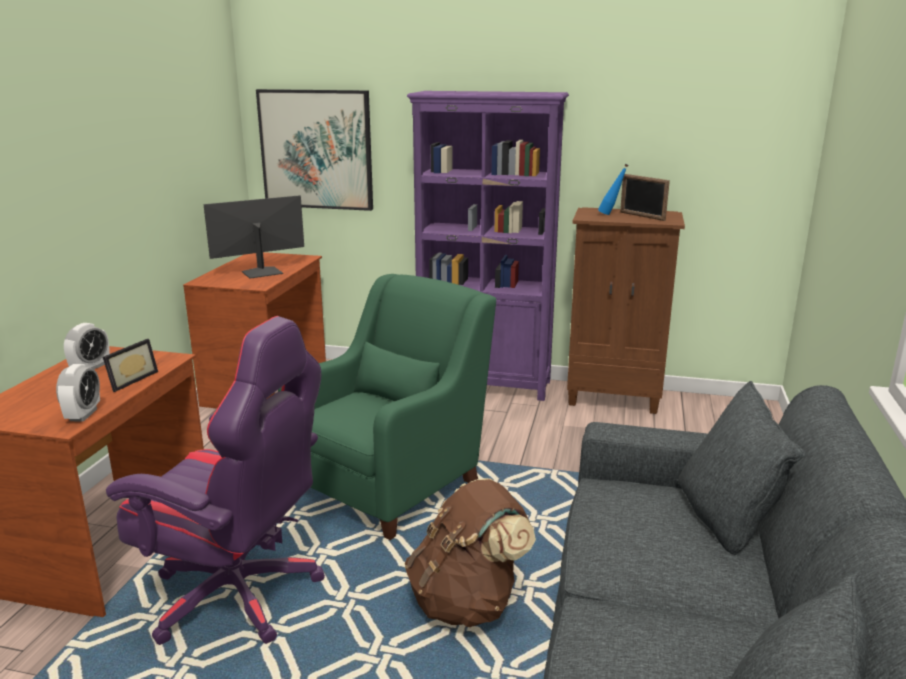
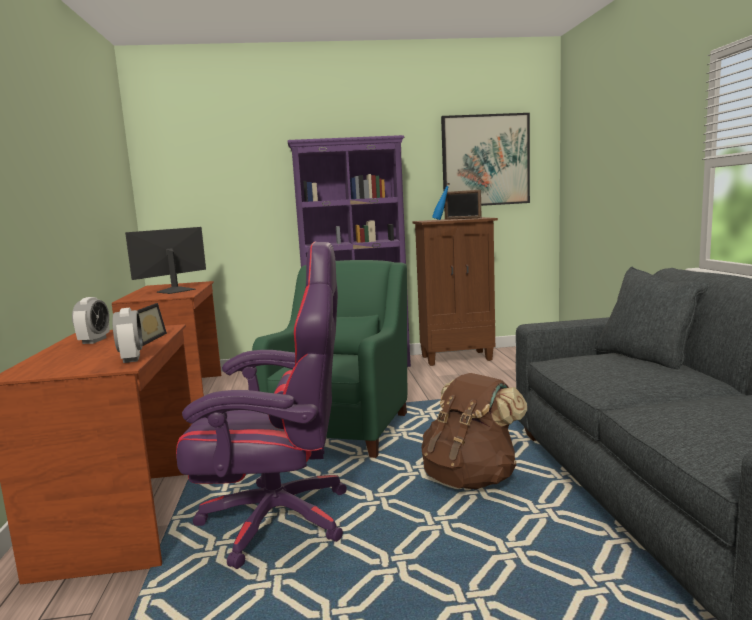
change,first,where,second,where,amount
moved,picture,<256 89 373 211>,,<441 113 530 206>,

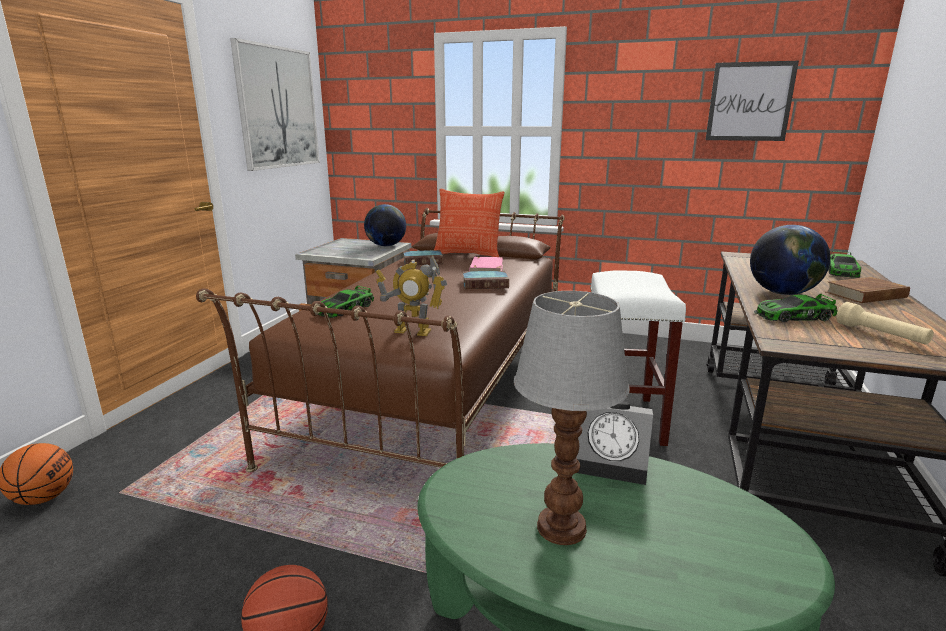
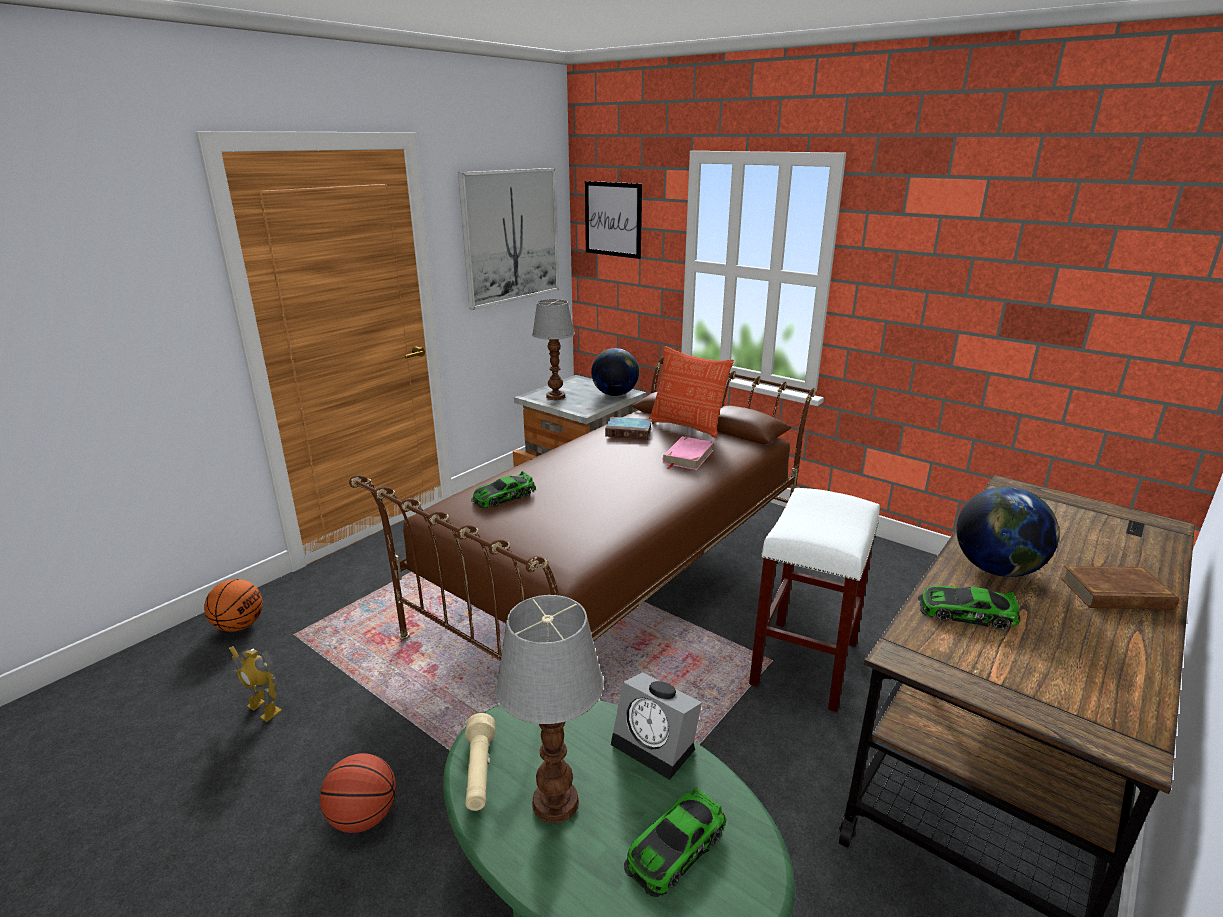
change,first,where,second,where,amount
moved,picture,<706 61 799 141>,,<585 181 642 259>,
moved,toy car,<828 251 861 278>,,<624 788 726 897>,
moved,toy robot,<376 256 447 336>,,<229 646 282 722>,
removed,book,<463 271 509 289>,,,
moved,flashlight in beige,<836 302 934 345>,,<465 713 495 811>,
added,,,table lamp,<532 299 575 400>,

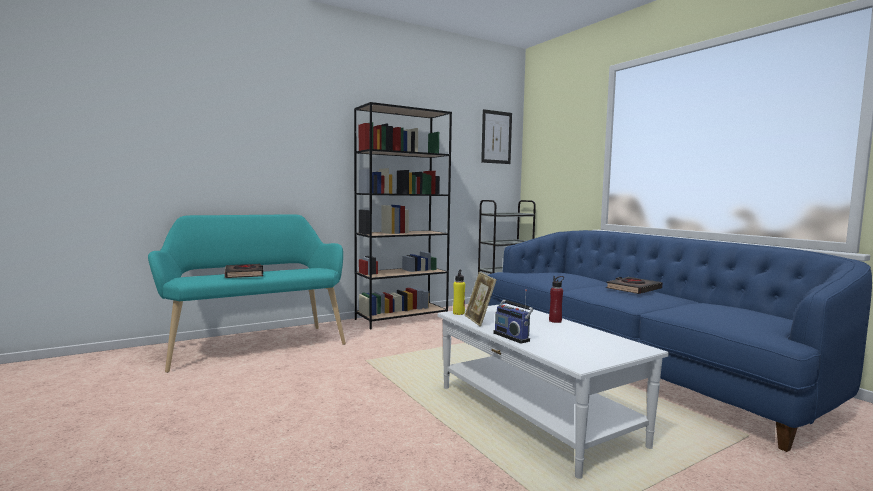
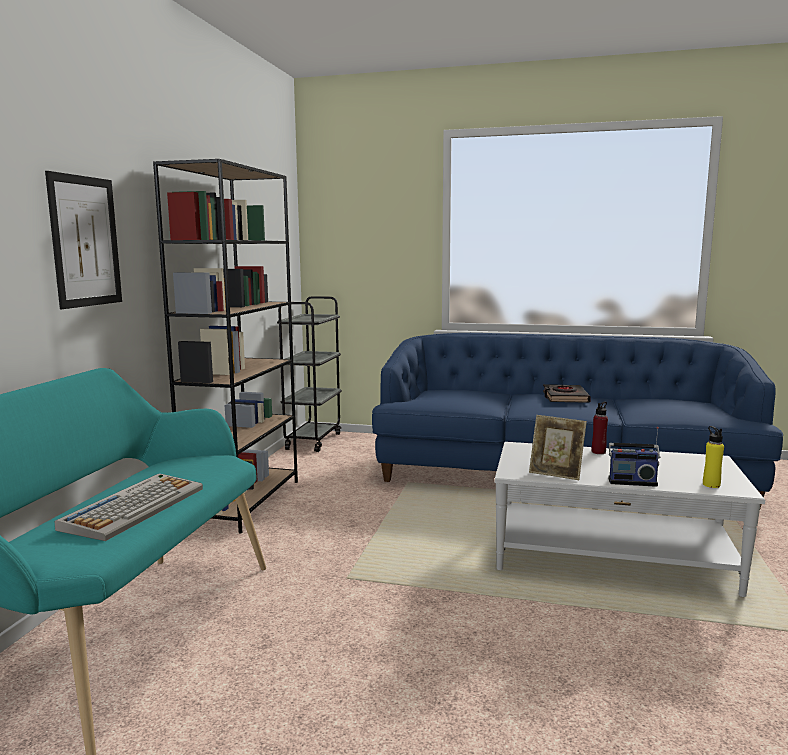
change,first,where,second,where,amount
moved,picture,<481 109 512 164>,,<45 171 122 309>,
replaced,book in black,<225 264 263 278>,keyboard,<55 473 203 541>,
moved,bottle in yellow,<453 270 465 315>,,<703 426 724 488>,

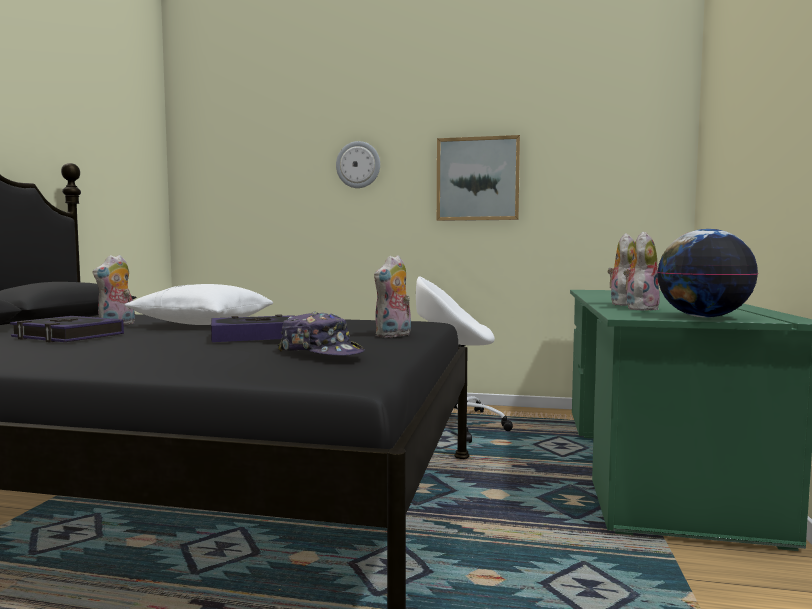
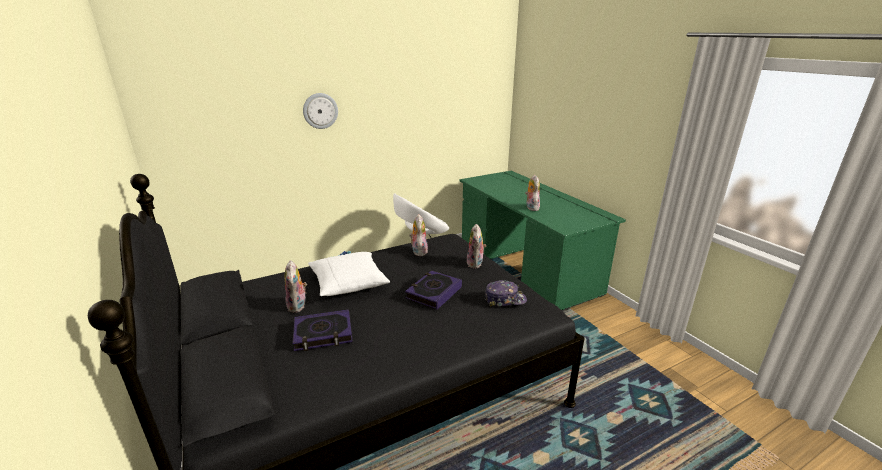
change,first,where,second,where,amount
removed,picture,<437 135 520 221>,,,
removed,globe,<657 229 758 318>,,,
moved,plush toy,<623 231 660 311>,,<409 214 428 256>,

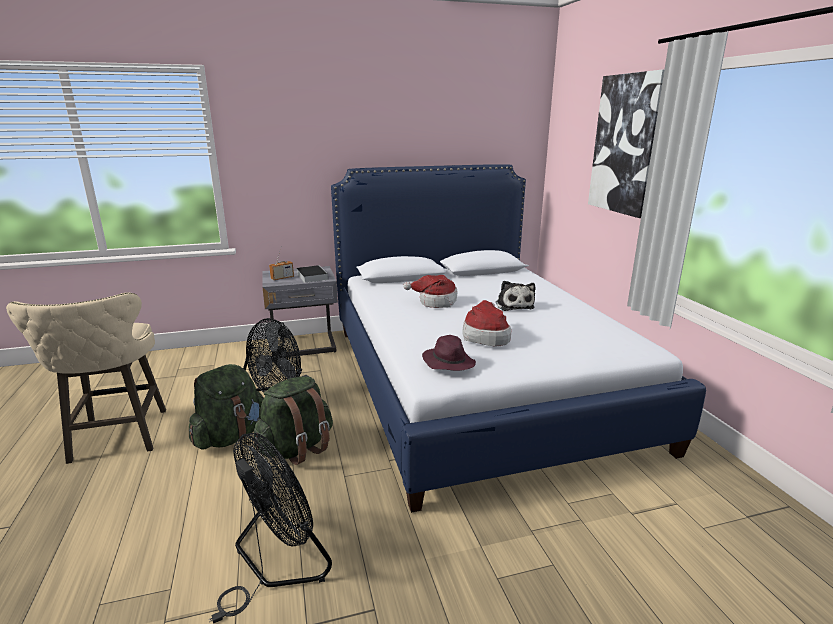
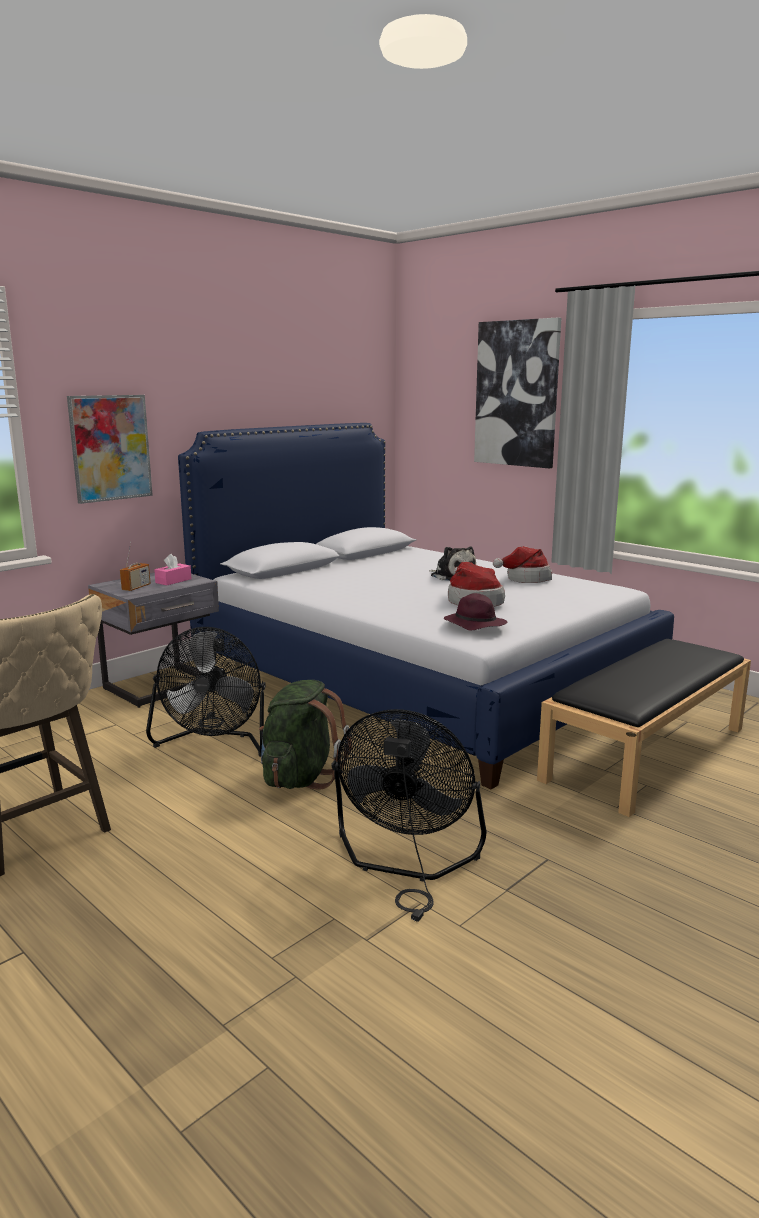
change,first,where,second,where,amount
replaced,book,<296 265 328 283>,tissue box in pink,<154 554 192 585>,
moved,hat,<403 275 457 308>,,<493 546 552 583>,
removed,backpack in green,<189 364 264 450>,,,
added,,,picture,<67 395 153 504>,
added,,,bench in black,<537 639 751 817>,

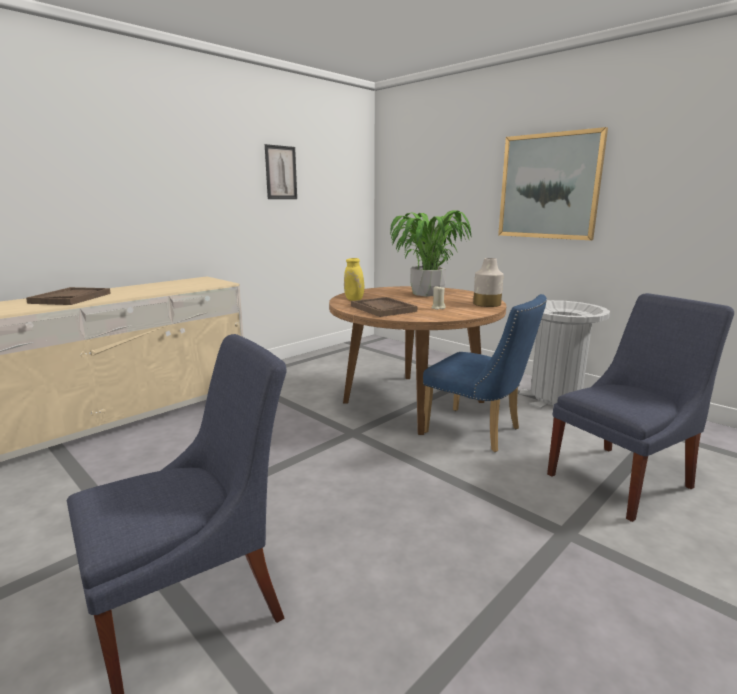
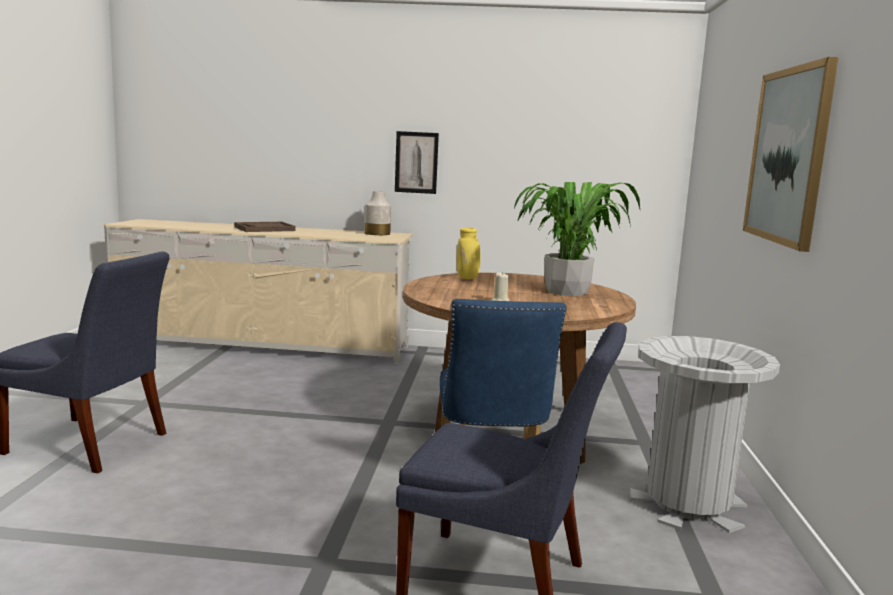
change,first,where,second,where,amount
moved,picture,<265 144 297 199>,,<395 131 439 194>,
moved,vase in beige,<473 258 504 307>,,<365 191 391 235>,
removed,tray in brown,<351 297 417 317>,,,

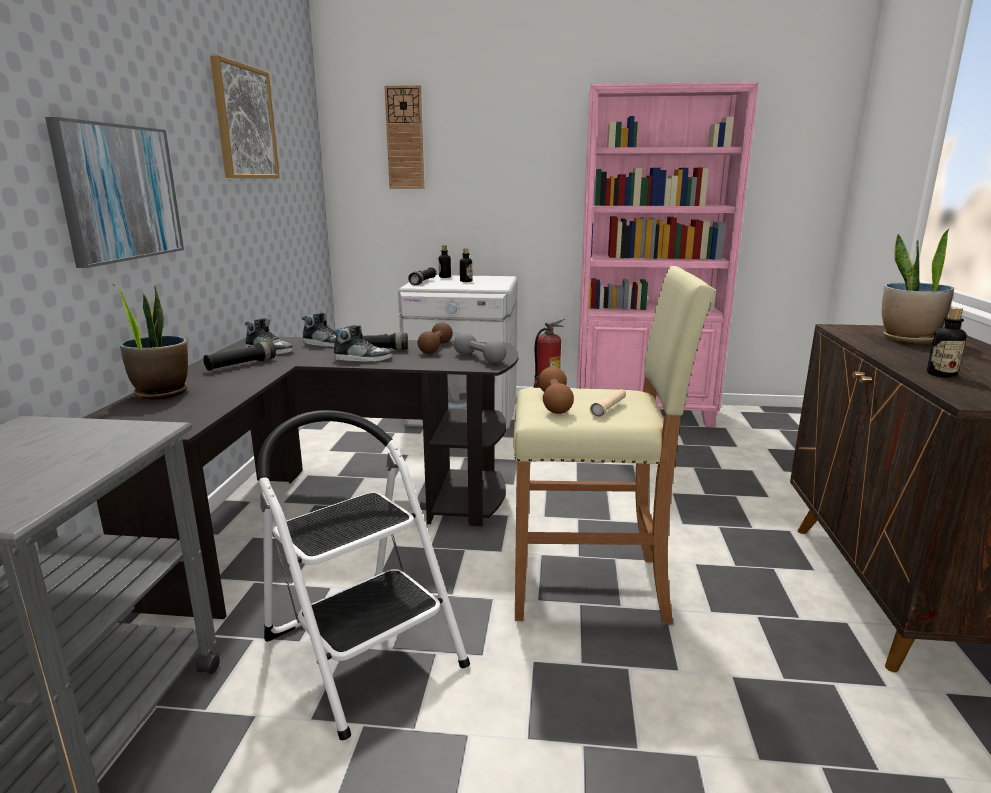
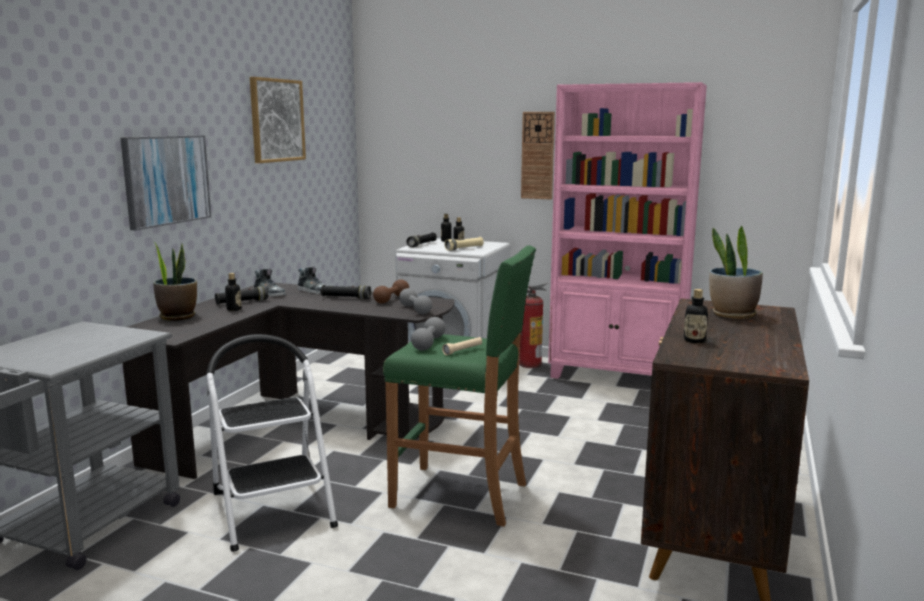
change,first,where,second,where,amount
moved,wall clock,<384 85 424 189>,,<521 112 555 200>,
recoloured,stool in beige,<513 266 715 625>,stool in green,<383 245 536 527>,
removed,shoe,<332 325 392 362>,,,
recoloured,dumbbell in brown,<538 367 574 414>,dumbbell in grey,<411 317 445 350>,
added,,,flashlight in beige,<445 237 484 251>,
added,,,bottle,<225 273 241 311>,

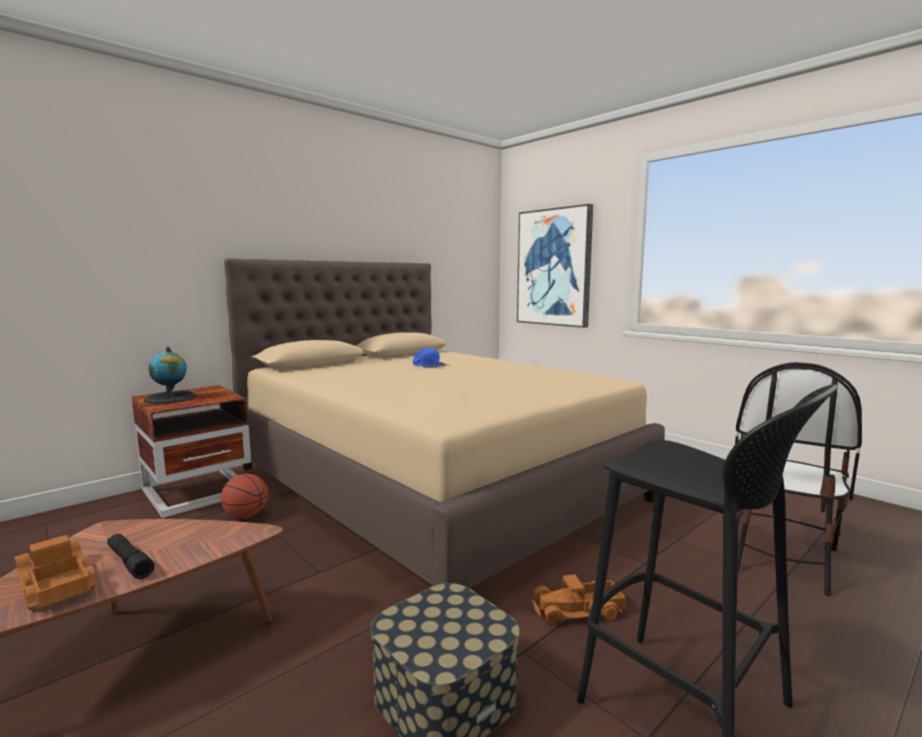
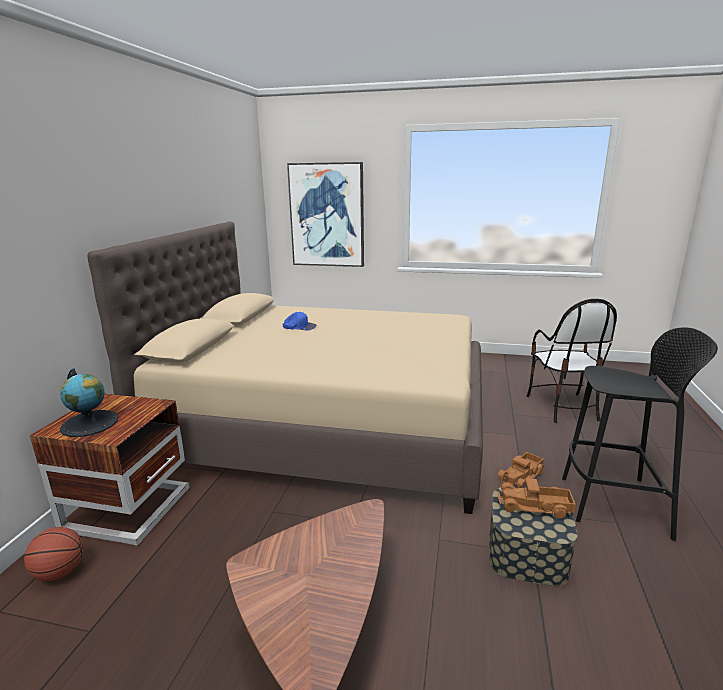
change,first,where,second,where,amount
moved,basketball,<221 474 268 518>,,<24 527 83 581>,
removed,flashlight in black,<107 534 155 579>,,,
moved,toy truck,<14 535 98 610>,,<498 478 576 519>,

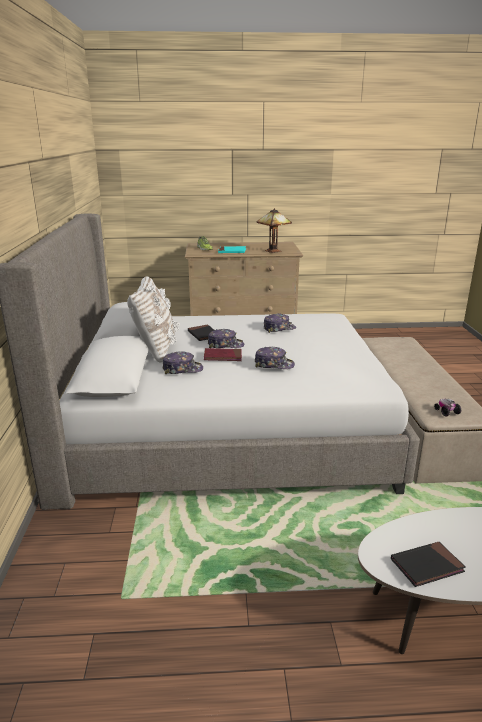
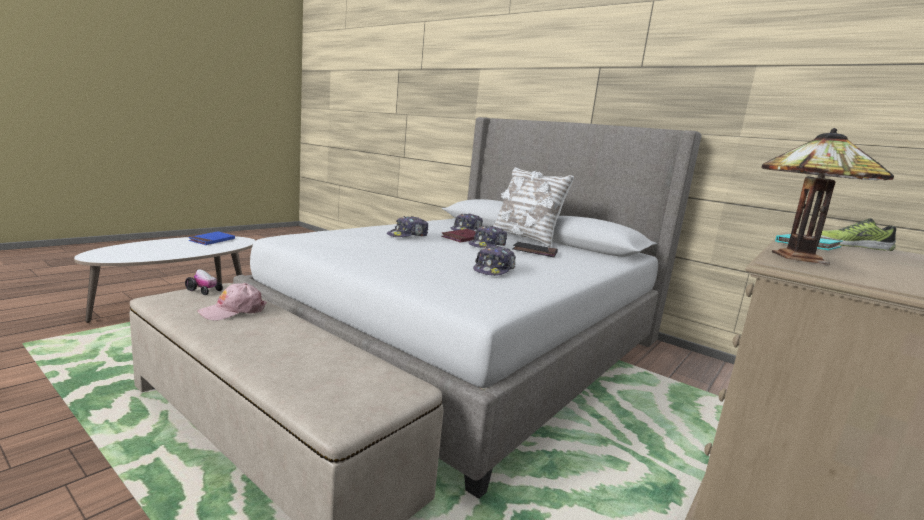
change,first,where,second,where,amount
recoloured,book in black,<391 542 466 587>,book in blue,<188 231 235 245>,
added,,,cap in pink,<197 283 267 321>,

